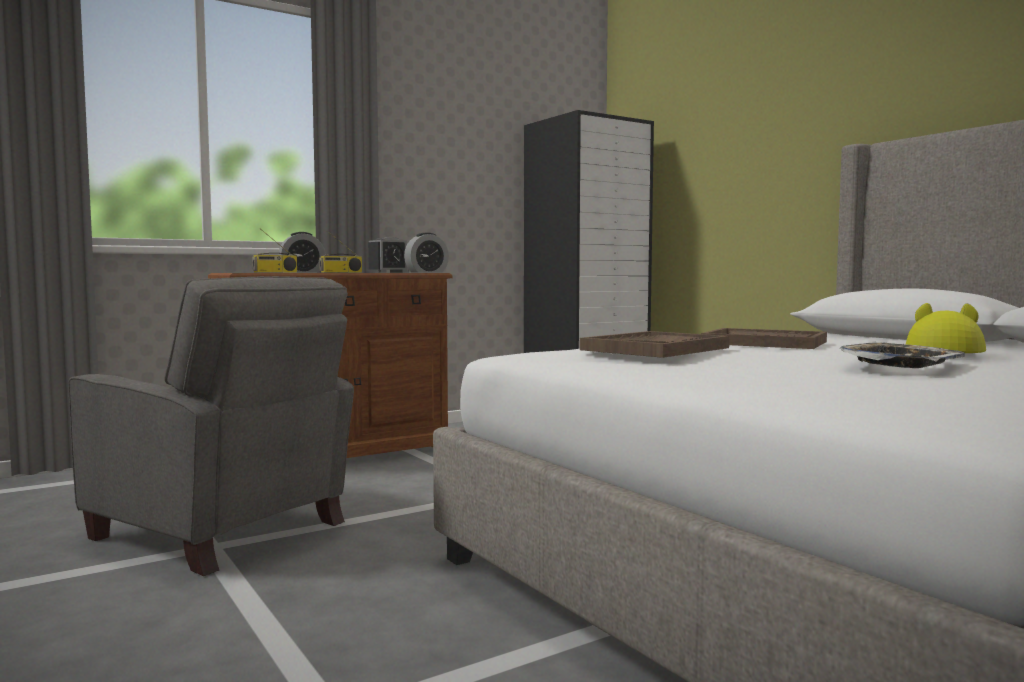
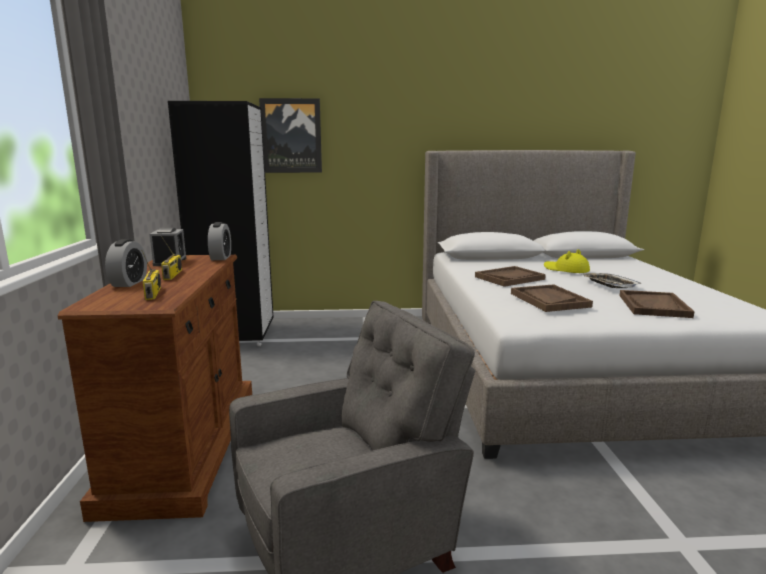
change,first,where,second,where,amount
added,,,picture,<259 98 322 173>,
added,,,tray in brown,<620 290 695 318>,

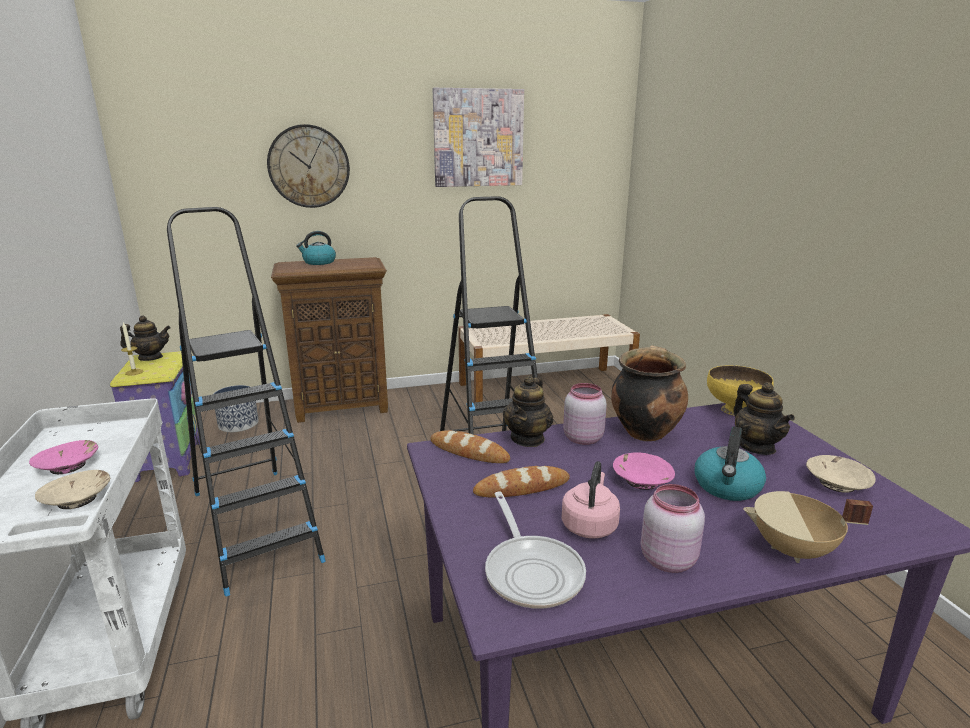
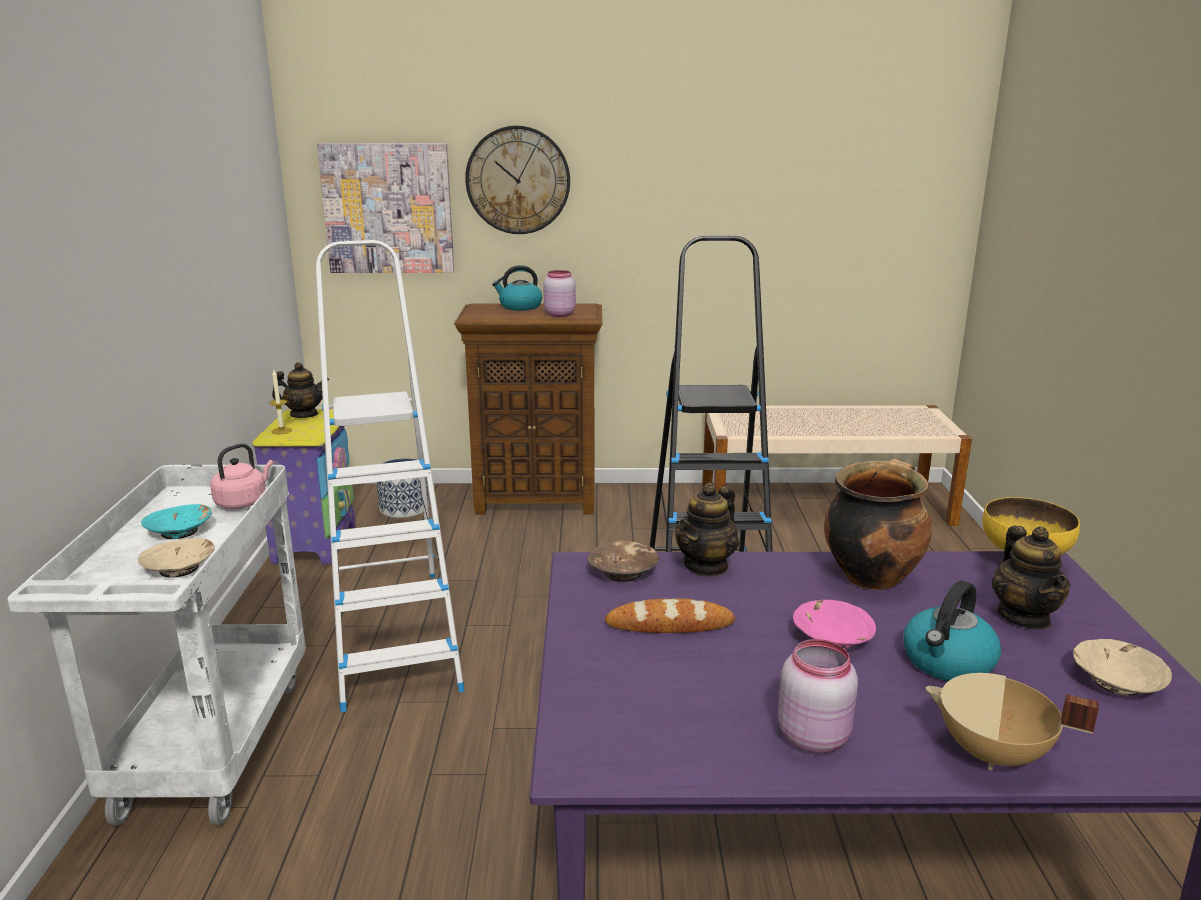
change,first,where,second,where,amount
moved,picture,<432 88 524 187>,,<317 143 454 273>,
recoloured,step ladder in black,<167 207 325 597>,step ladder in white,<316 240 465 712>,
moved,jar in pink,<563 383 607 445>,,<543 270 576 317>,
replaced,bread,<430 430 510 463>,bowl in brown,<588 540 659 582>,
recoloured,bowl in pink,<29 440 98 474>,bowl in turquoise,<141 504 212 539>,
moved,kettle in pink,<561 461 620 539>,,<210 443 273 509>,
removed,frying pan,<485 492 586 609>,,,

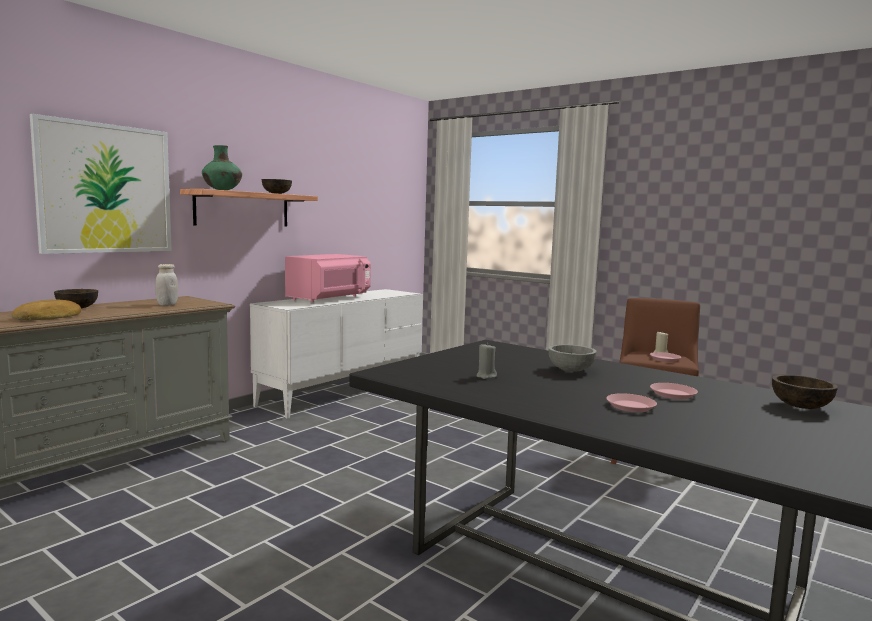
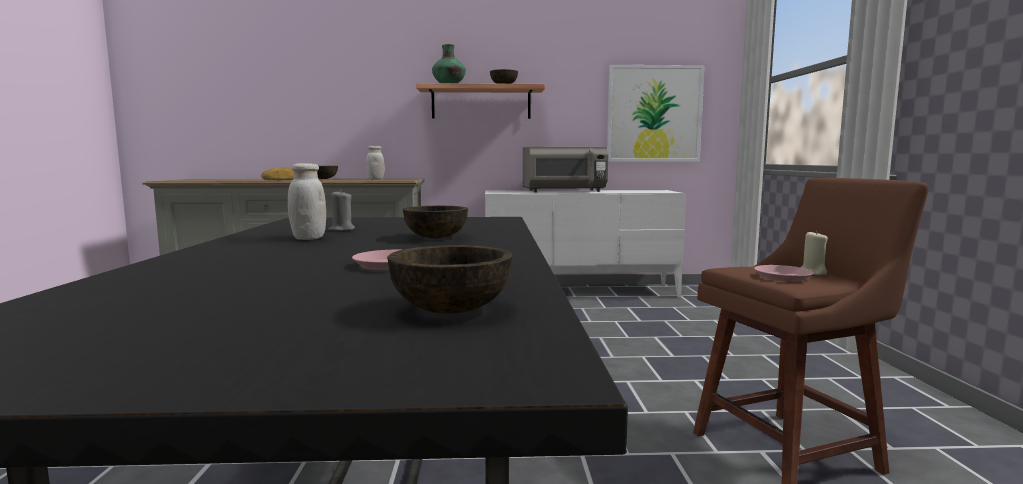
change,first,where,second,where,amount
moved,picture,<30 114 172 254>,,<607 65 705 162>,
recoloured,microwave in pink,<285 254 371 303>,microwave in grey,<523 146 608 192>,
recoloured,bowl in grey,<548 344 597 372>,bowl in brown,<403 206 468 239>,
removed,plate in pink,<607 393 657 412>,,,
added,,,jar in white,<288 163 326 240>,

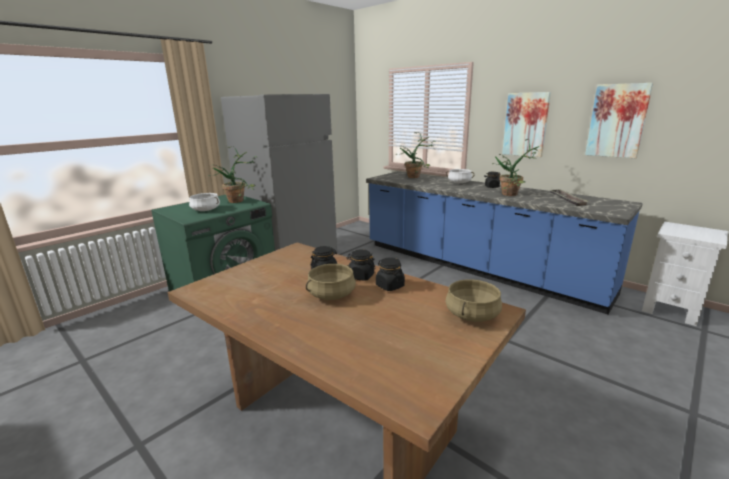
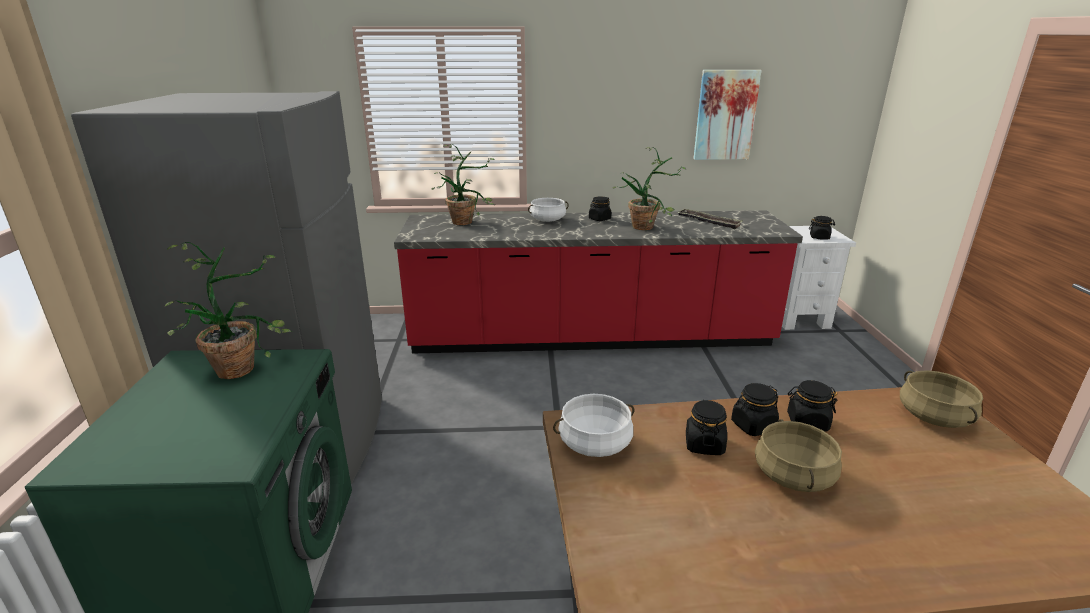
change,first,where,second,where,amount
removed,picture,<502 92 551 157>,,,
recoloured,counter in blue,<366 171 643 314>,counter in red,<394 210 803 353>,
moved,cooking pot in white,<189 193 220 211>,,<553 394 634 457>,
added,,,jar in black,<809 216 835 240>,

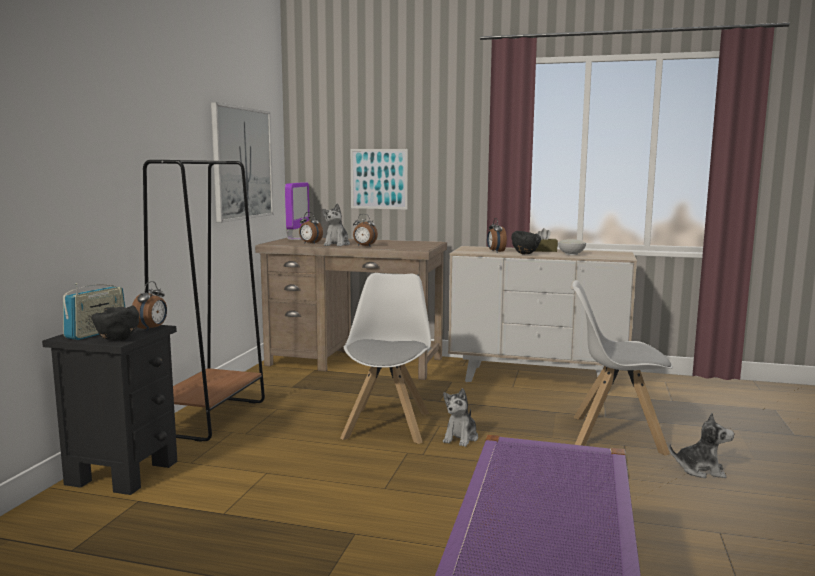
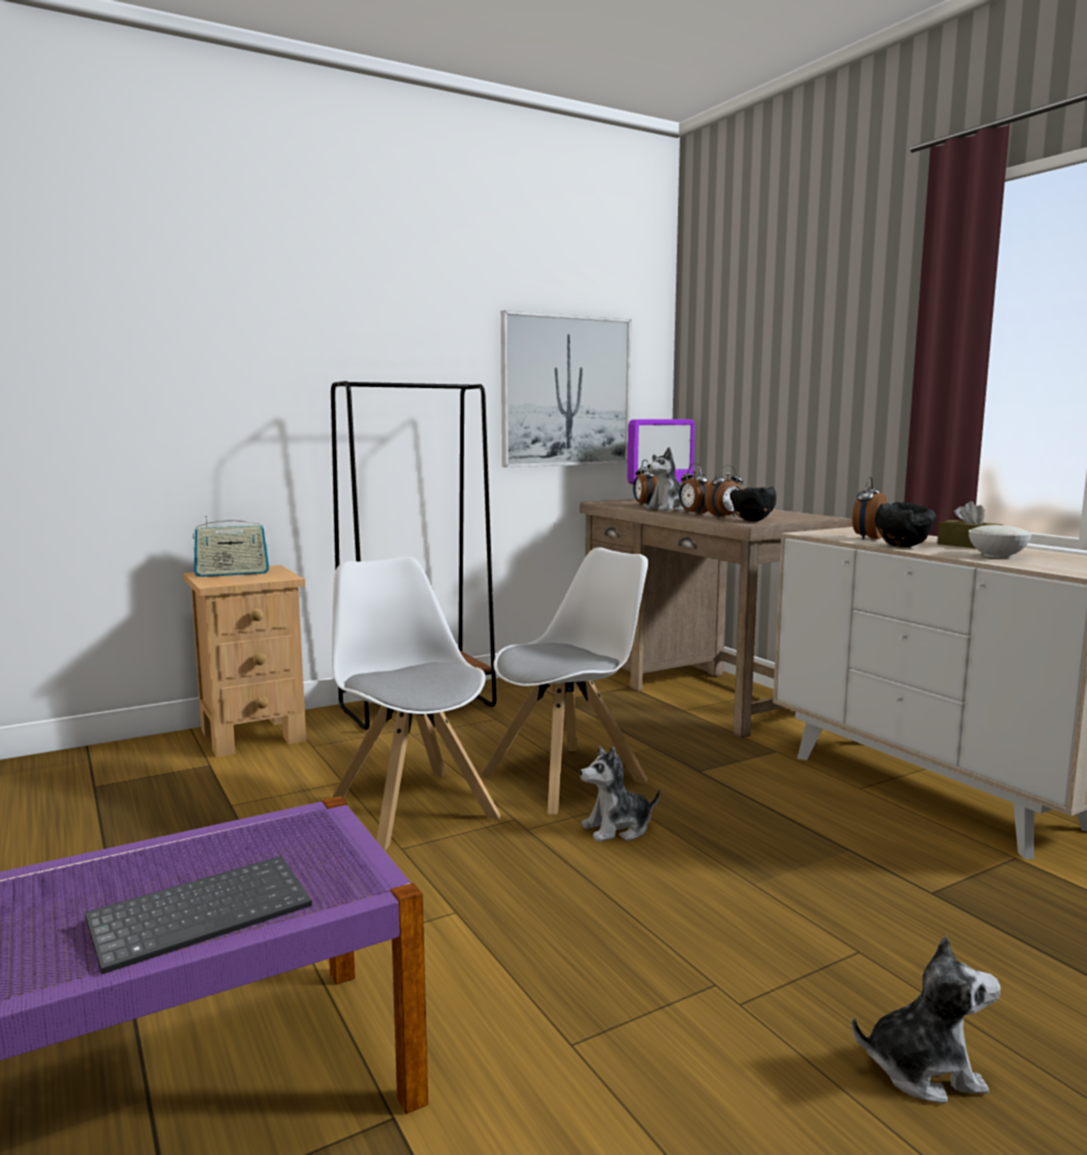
change,first,where,second,where,amount
removed,picture,<351 149 408 210>,,,
moved,chair,<571 280 673 456>,,<332 556 501 851>,
moved,alarm clock,<132 281 167 331>,,<704 465 743 518>,
moved,bowl in black,<91 305 139 341>,,<730 486 776 521>,
recoloured,nightstand in black,<42 325 177 495>,nightstand in beige,<183 565 306 758>,
turned,plush toy,<669 413 734 478>,,<852 935 1001 1104>,60 degrees counterclockwise
added,,,keyboard,<85 856 312 974>,

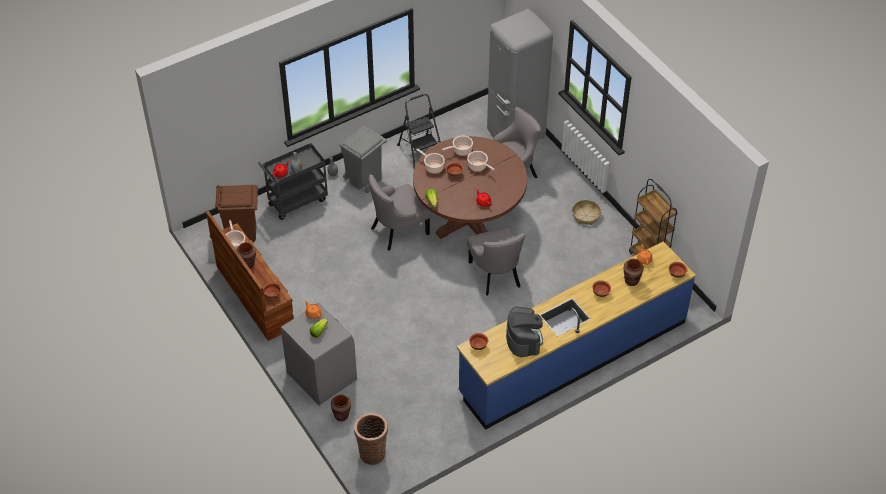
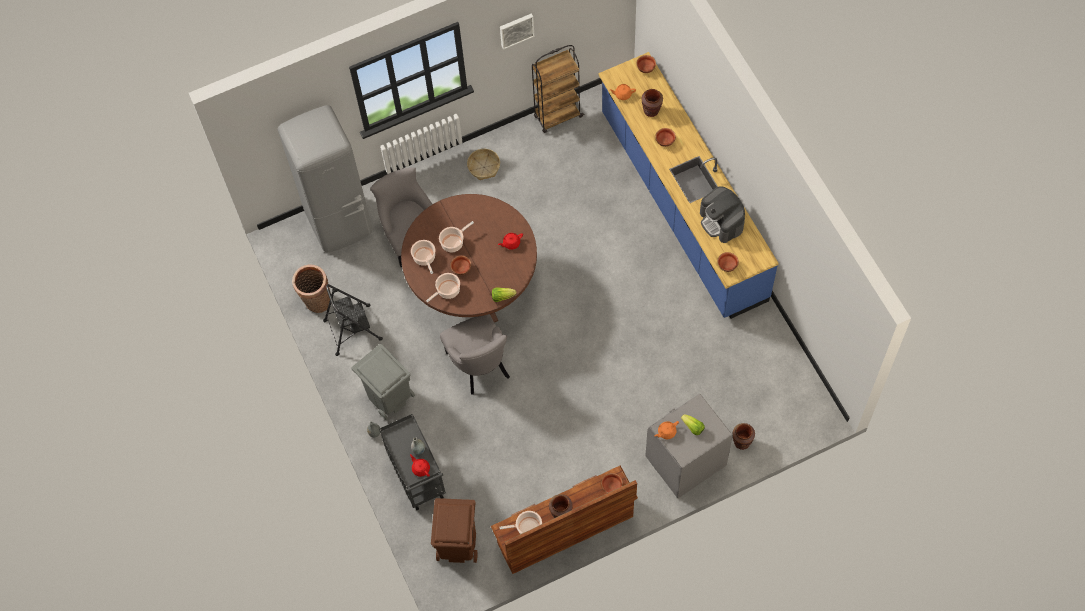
change,first,where,second,where,amount
removed,chair in grey,<467 227 526 295>,,,
turned,coffee machine,<506 306 543 357>,,<700 186 745 243>,120 degrees counterclockwise
moved,basket,<354 413 388 465>,,<292 265 332 313>,
added,,,picture,<500 14 534 50>,

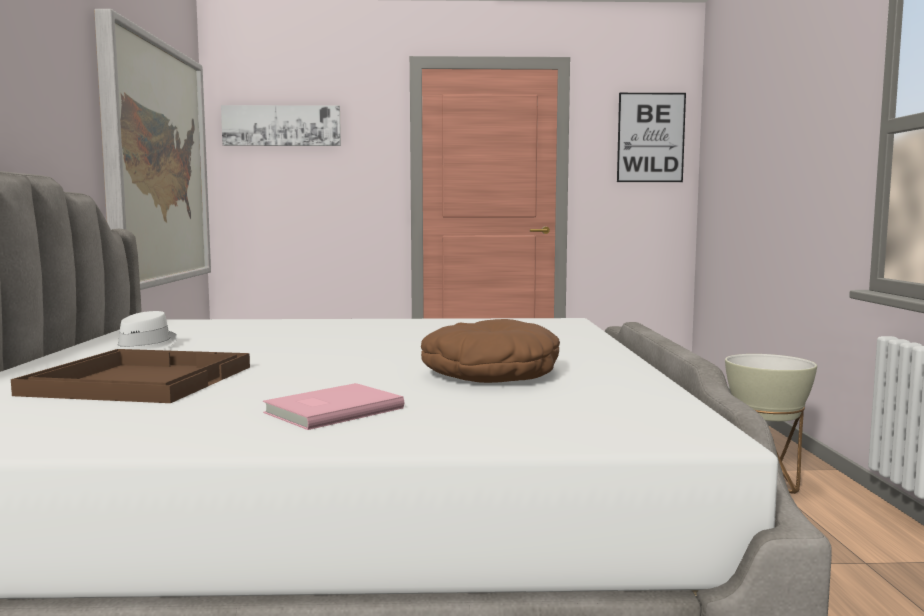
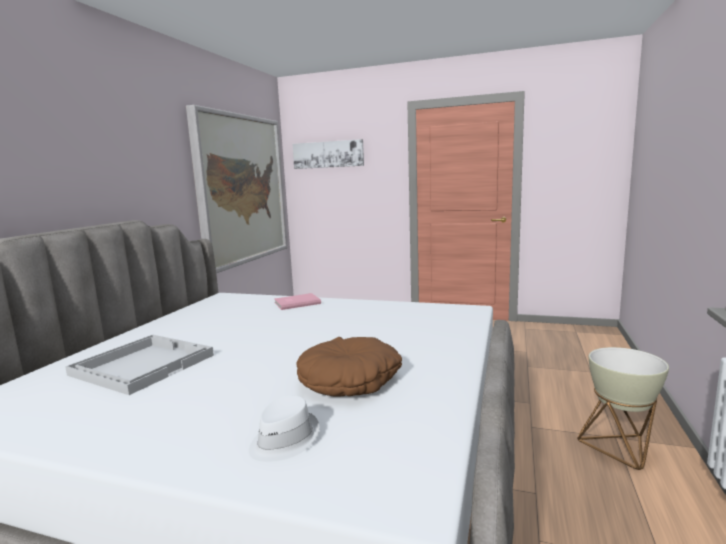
change,first,where,second,where,amount
removed,picture,<617 93 686 182>,,,
moved,hat in white,<109 311 177 351>,,<249 395 319 462>,
recoloured,tray in brown,<11 349 250 403>,tray in white,<65 335 214 395>,
moved,book in pink,<263 383 404 430>,,<274 293 321 310>,

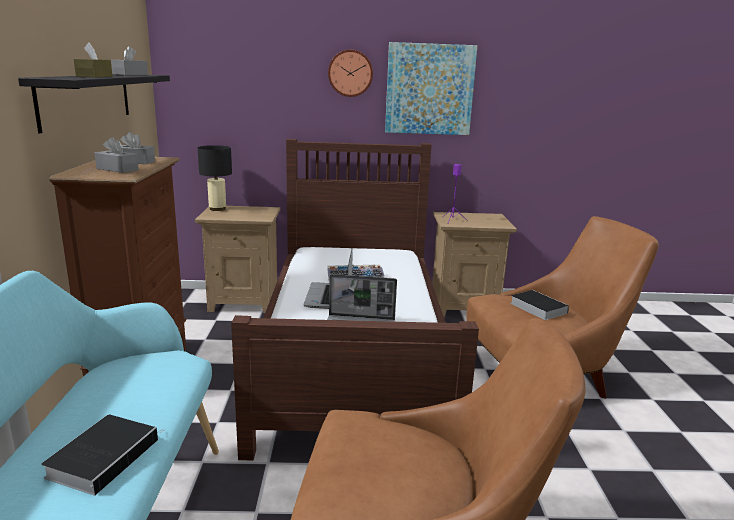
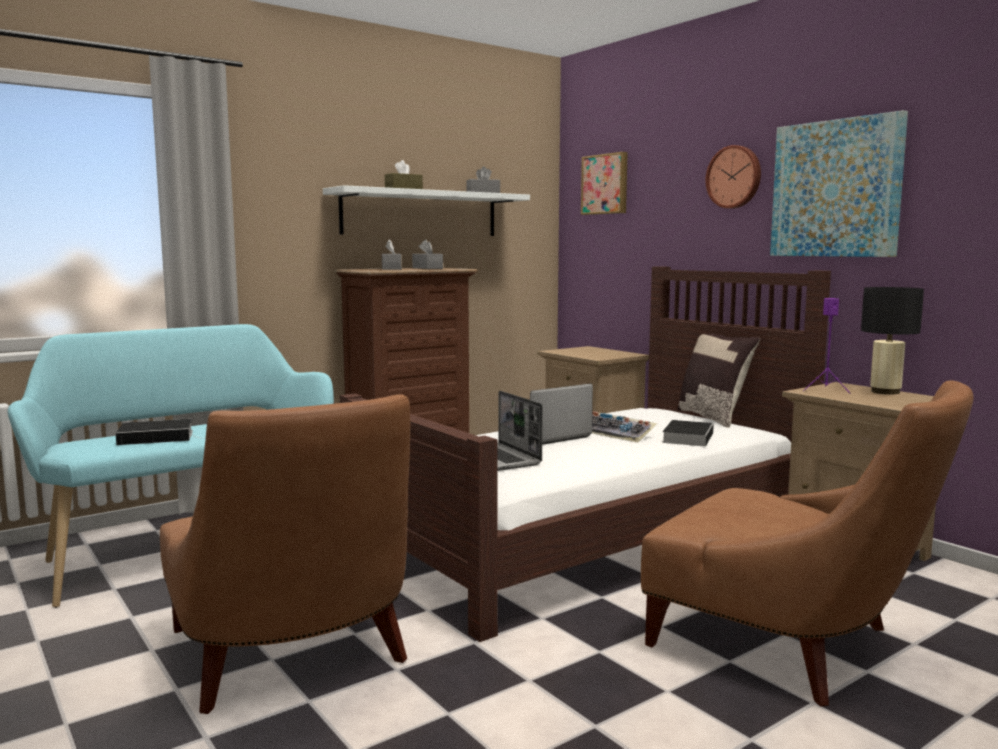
change,first,where,second,where,amount
recoloured,shelf in black,<18 75 170 133>,shelf in white,<323 185 530 236>,
moved,table lamp in black,<198 145 232 211>,,<861 287 924 394>,
moved,book,<510 290 569 320>,,<662 420 714 447>,
added,,,picture,<581 152 628 215>,
added,,,pillow,<677 334 760 428>,

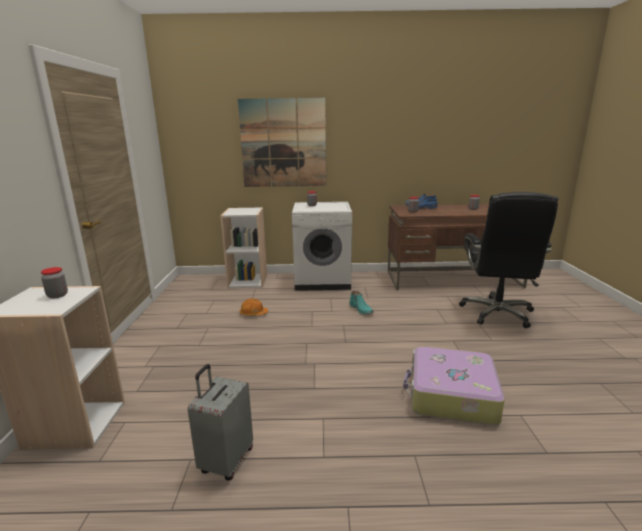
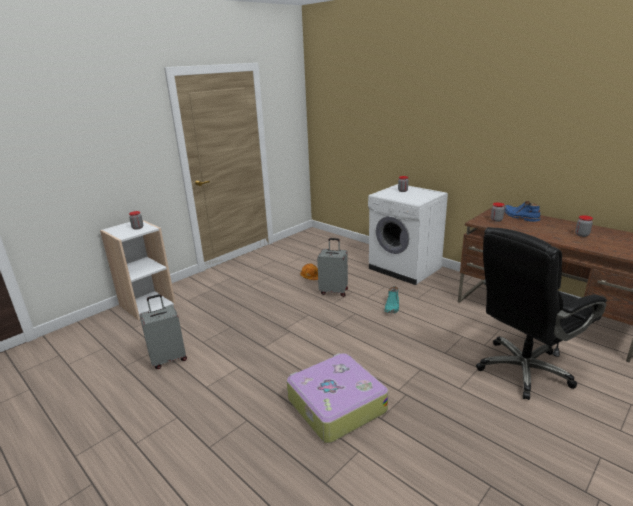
change,first,where,second,where,amount
removed,picture,<238 97 326 187>,,,
removed,bookcase,<220 207 267 288>,,,
added,,,suitcase in grey,<317 238 348 297>,

